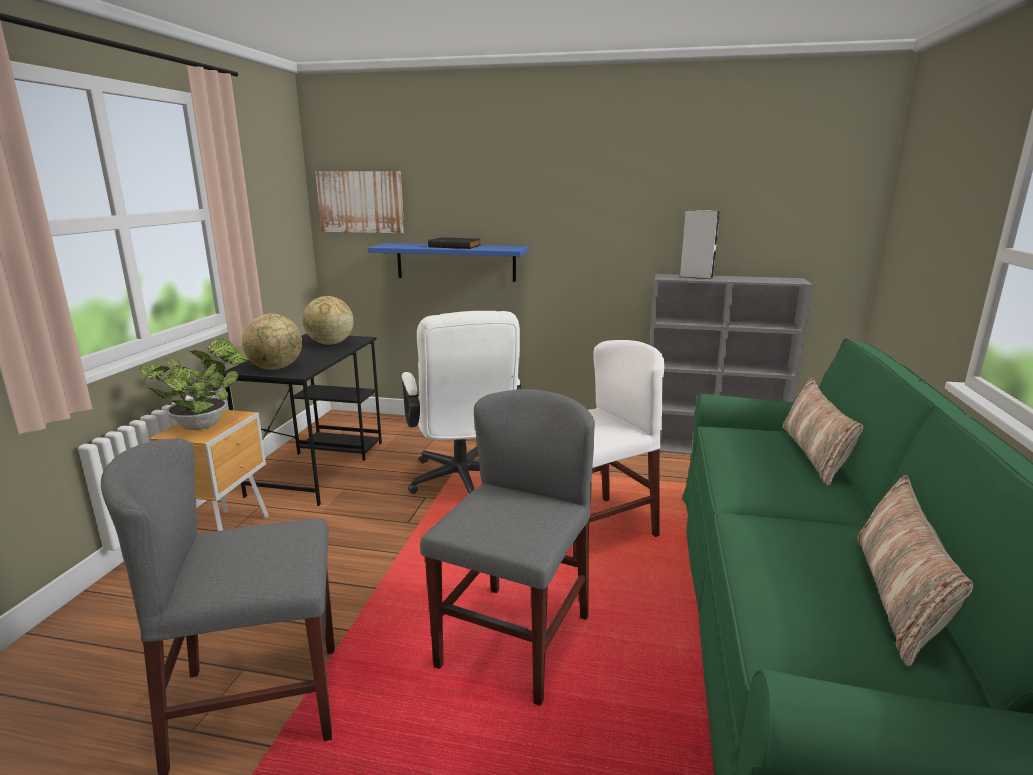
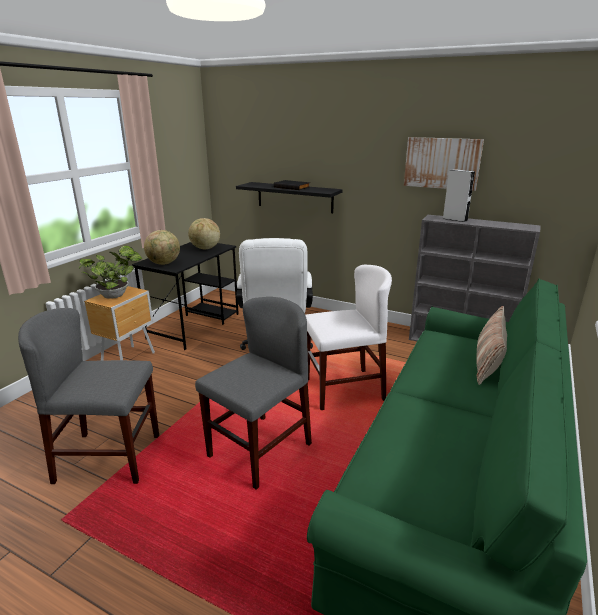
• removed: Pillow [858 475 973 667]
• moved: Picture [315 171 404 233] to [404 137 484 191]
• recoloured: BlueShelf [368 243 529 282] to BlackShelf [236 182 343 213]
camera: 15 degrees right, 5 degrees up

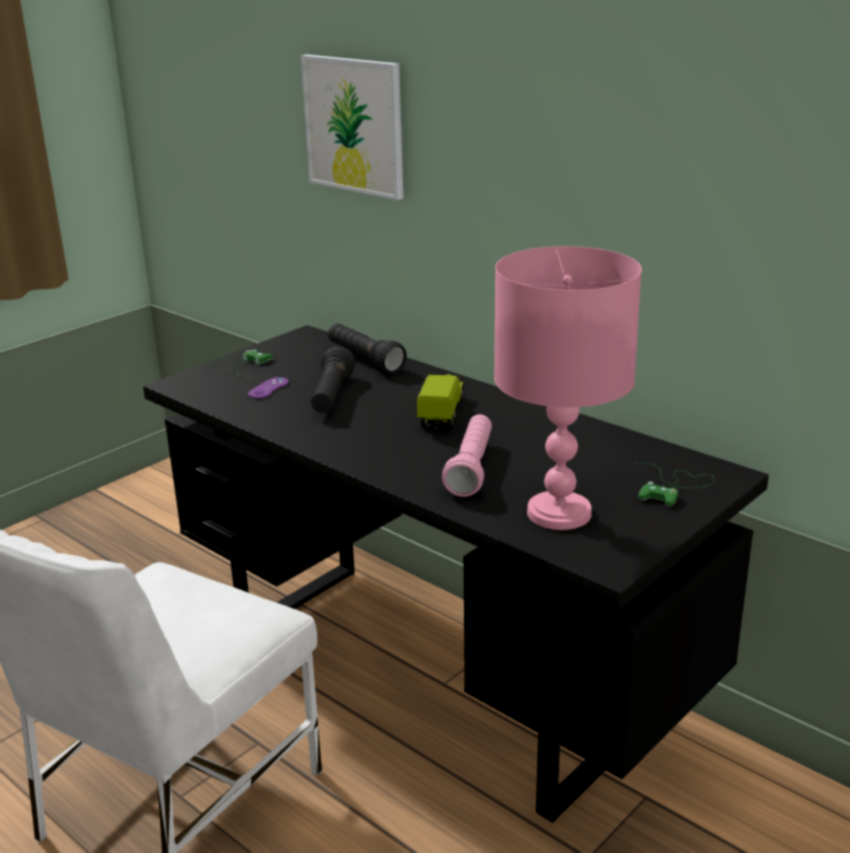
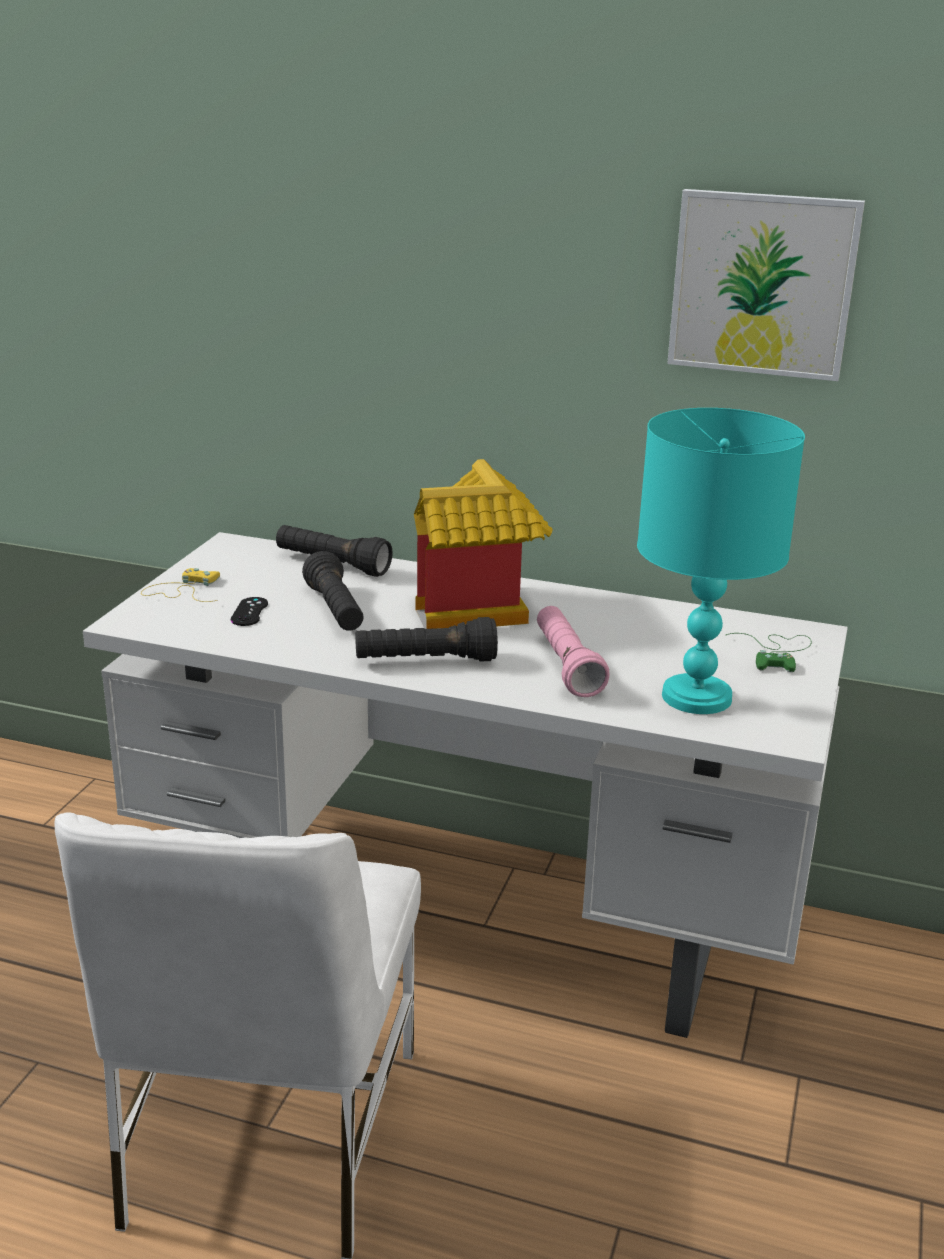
• added: BlackFlashlight [355 617 498 662]
• moved: Picture [301 55 403 200] to [667 189 865 381]
• replaced: ToyTruck [417 374 464 429] to ToyHouse [414 459 552 629]
• recoloured: BlackDesk [143 325 769 823] to WhiteDesk [83 532 848 1038]
• recoloured: GreenGameController [203 350 273 377] to YellowGameController [141 568 220 602]
• recoloured: PurpleGameController [248 377 289 399] to BlackGameController [231 597 268 626]
• recoloured: PinkTableLamp [494 246 642 530] to TurquoiseTableLamp [637 408 805 714]
camera: 25 degrees left, 0 degrees up

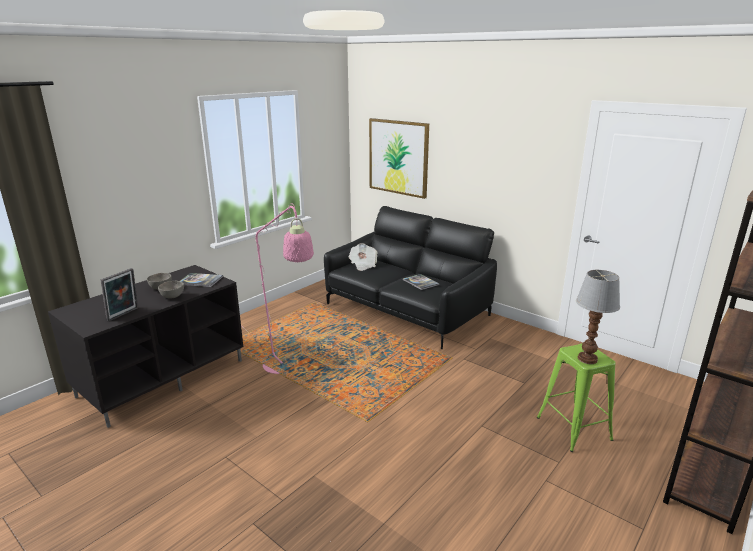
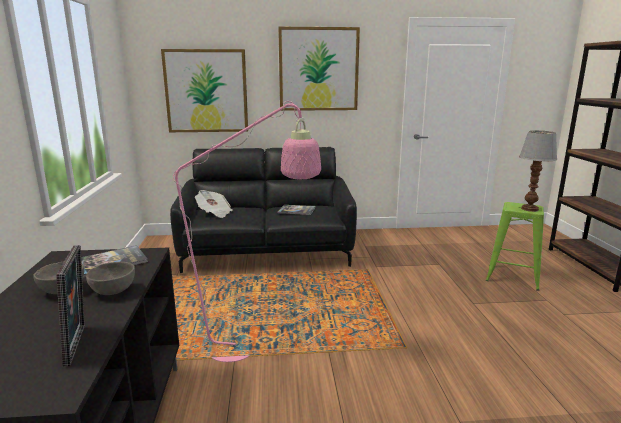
• added: Picture [278 27 360 111]
camera: 45 degrees left, 5 degrees down

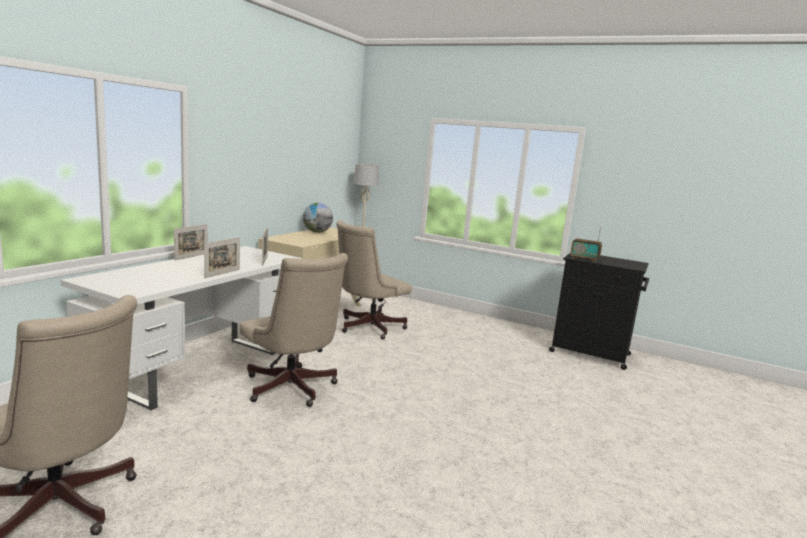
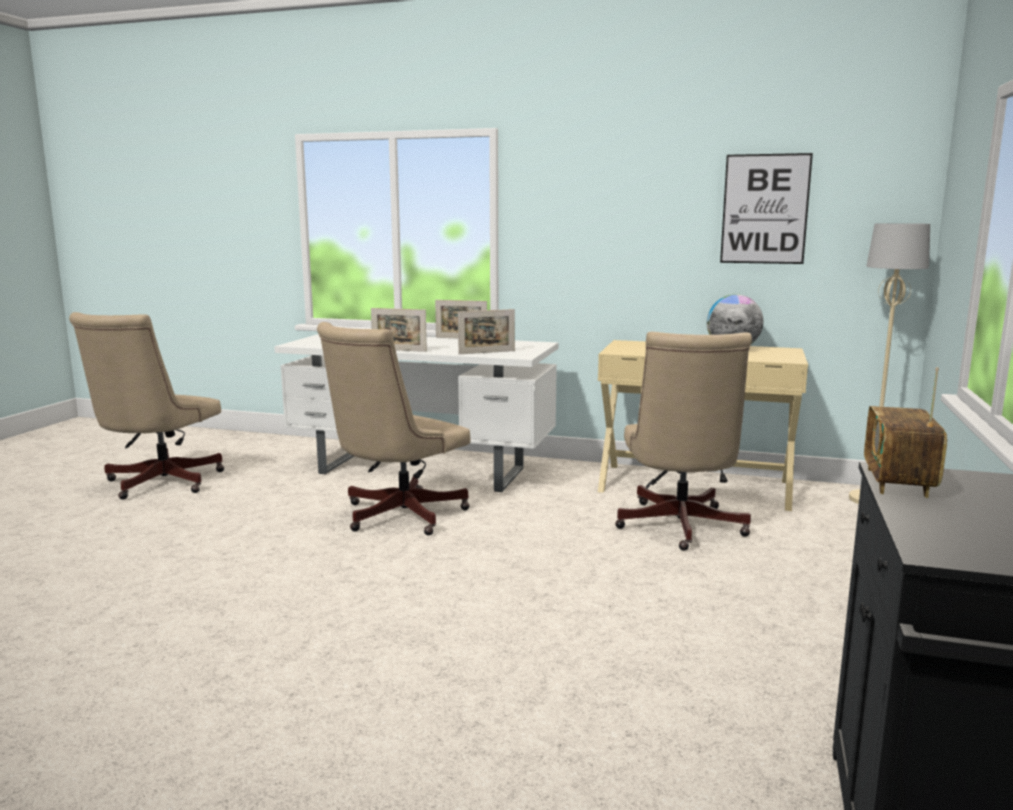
• added: Picture [720 153 813 264]
• turned: BeigeOfficeChair [336 220 412 339] = [615 332 752 551] 120 degrees counterclockwise
camera: 80 degrees right, 0 degrees up

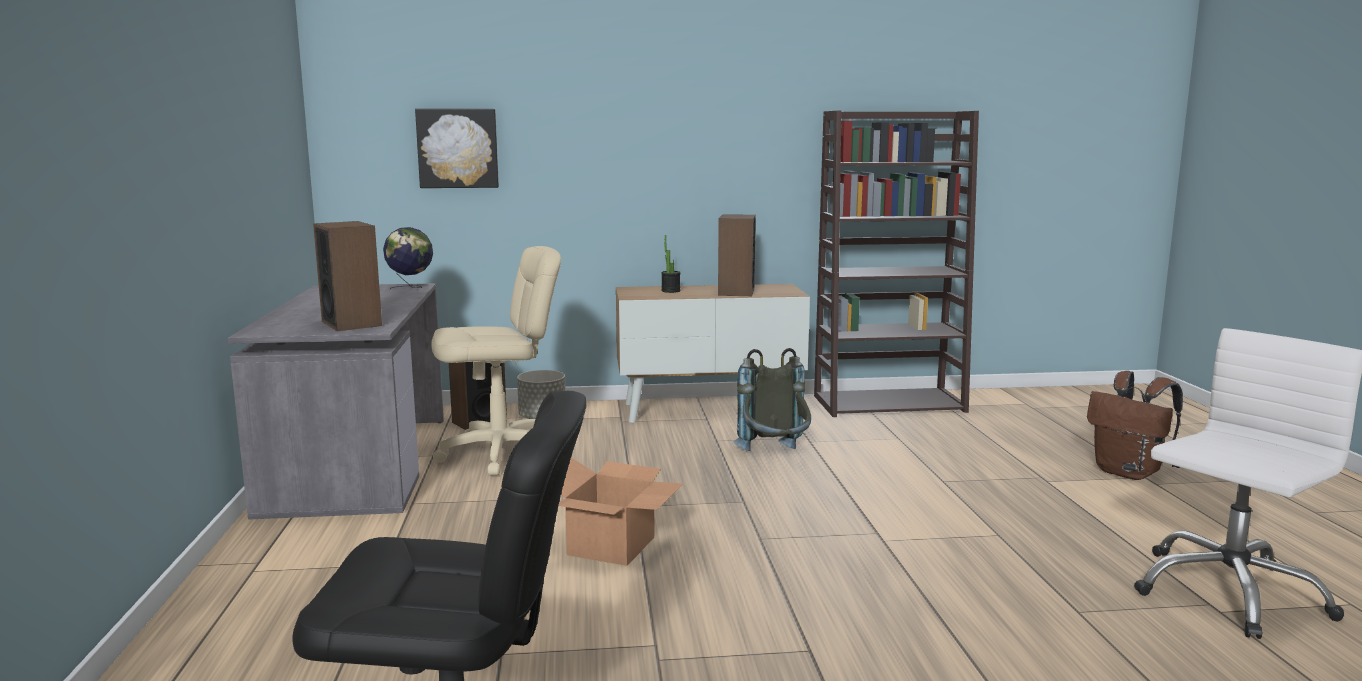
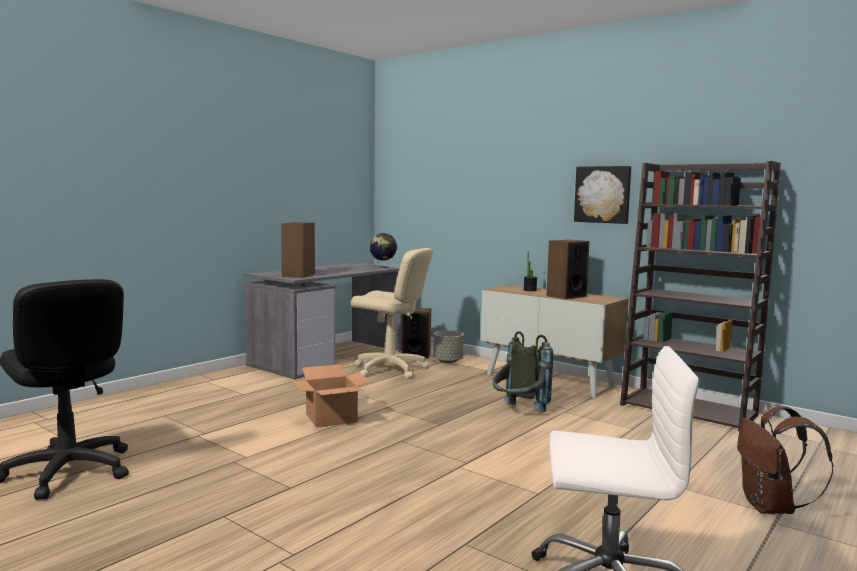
• moved: Picture [415 109 499 188] to [574 166 631 224]
camera: 45 degrees right, 5 degrees down

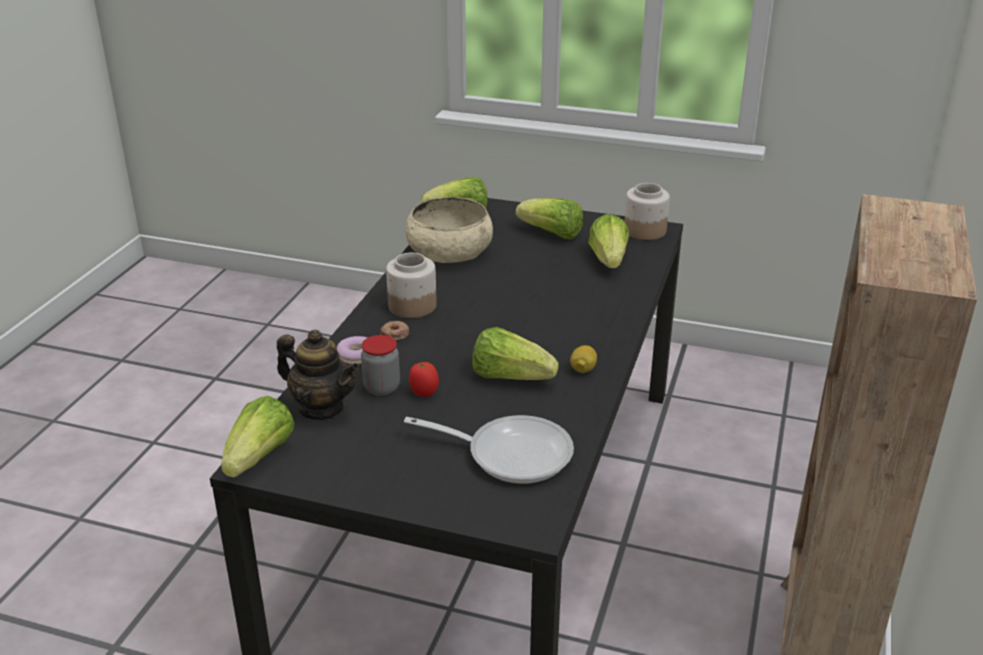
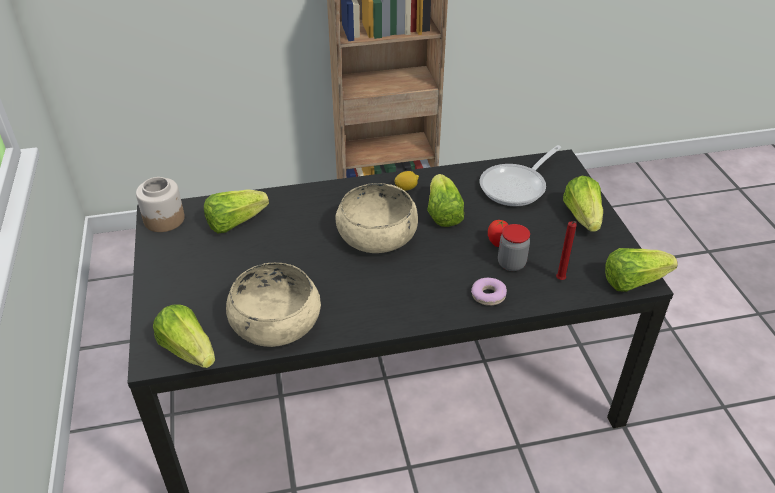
• removed: Donut [380 321 409 340]
• removed: Jar [386 253 437 318]
• added: BeigeBowl [335 183 418 253]
• moved: Lettuce [516 198 583 240] to [563 176 603 232]
• replaced: Teapot [277 330 359 420] to RedCandle [556 221 577 280]
• turned: FryingPan [404 415 574 484] = [480 145 561 206] 120 degrees counterclockwise
camera: 120 degrees left, 10 degrees up

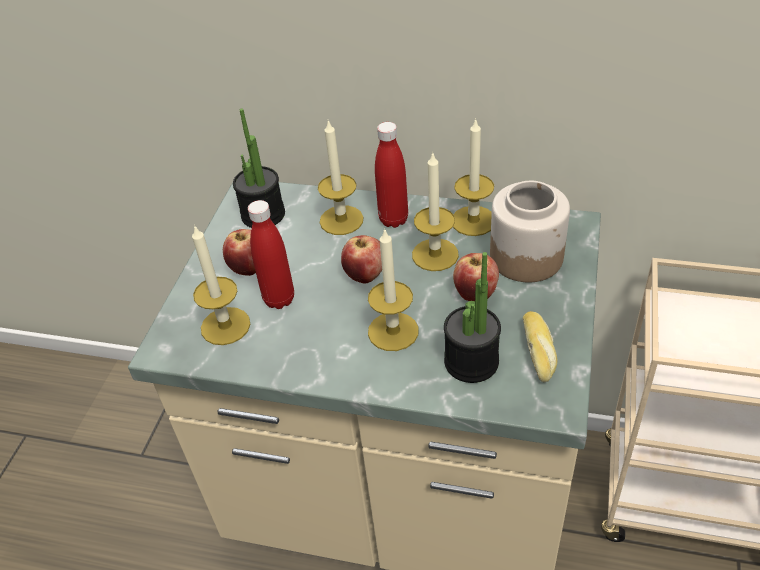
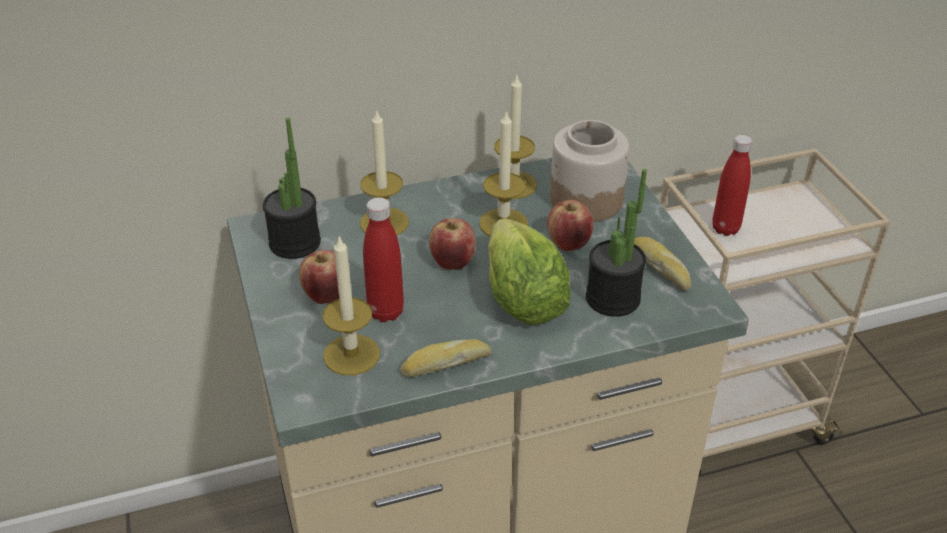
• added: Bread [400 339 492 377]
• moved: RedBottle [375 122 408 228] to [712 135 752 236]
• replaced: Candle [368 228 419 351] to Lettuce [488 218 571 325]
camera: 35 degrees left, 5 degrees down

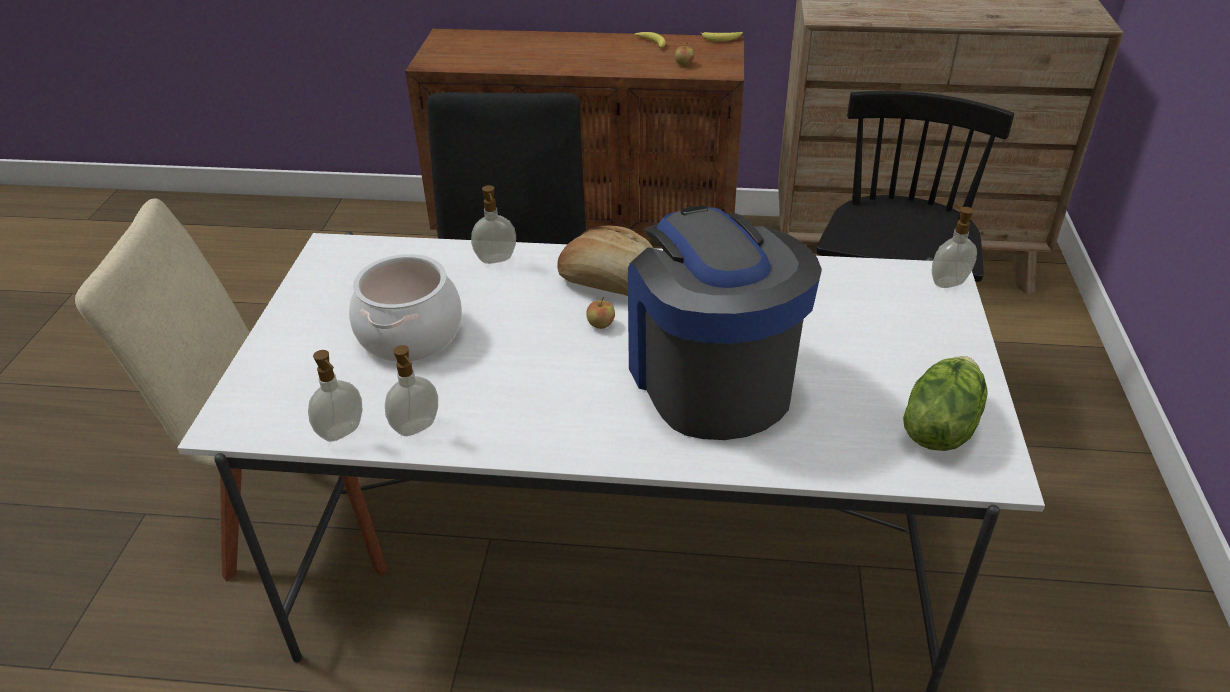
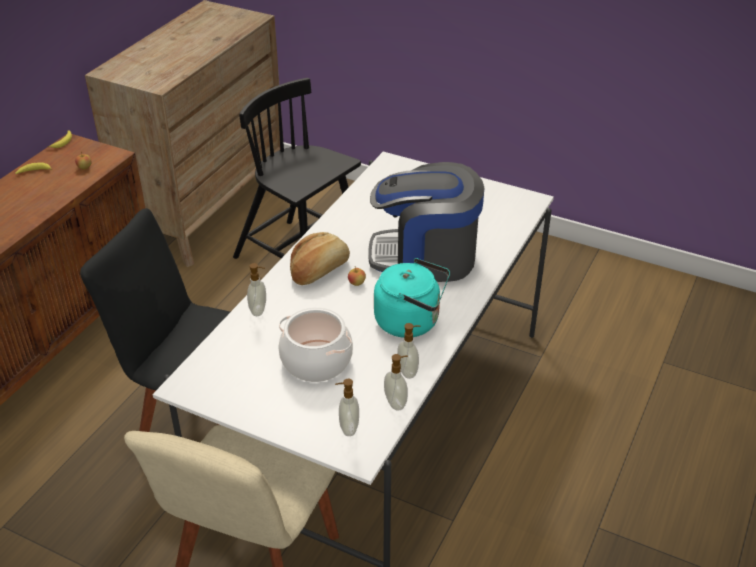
• removed: Lettuce [903 356 988 451]
• added: TurquoiseKettle [374 258 450 338]
• moved: SoapDispenser [932 205 977 288] to [335 379 359 436]
camera: 70 degrees left, 0 degrees up

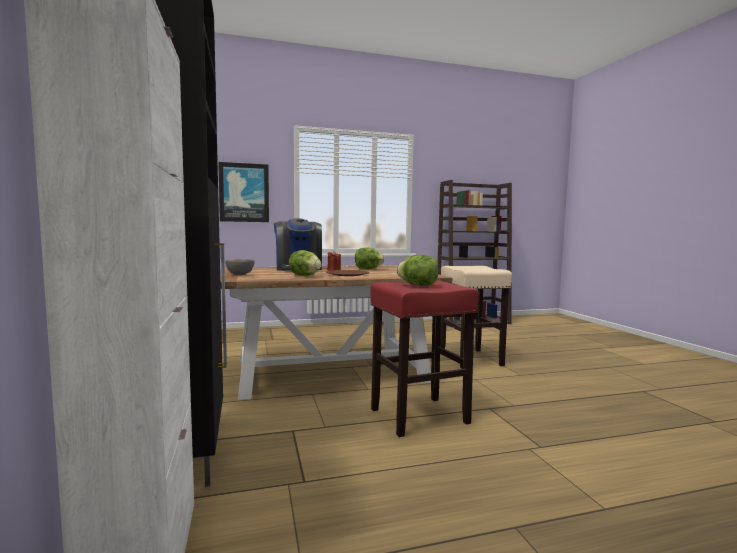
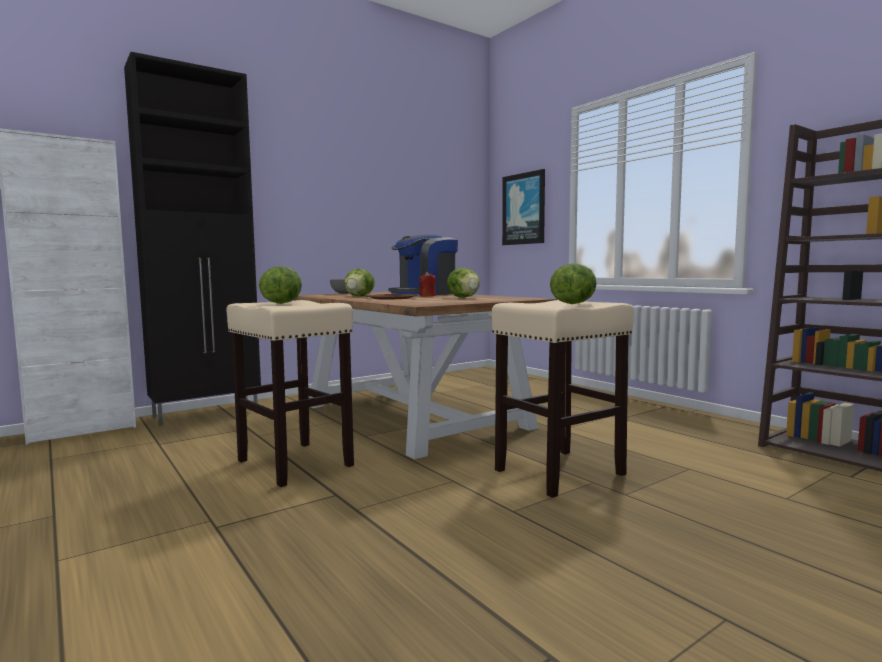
• added: Lettuce [550 263 597 304]
• recoloured: RedStool [370 280 479 437] to BeigeStool [226 300 354 487]
camera: 70 degrees right, 0 degrees up

